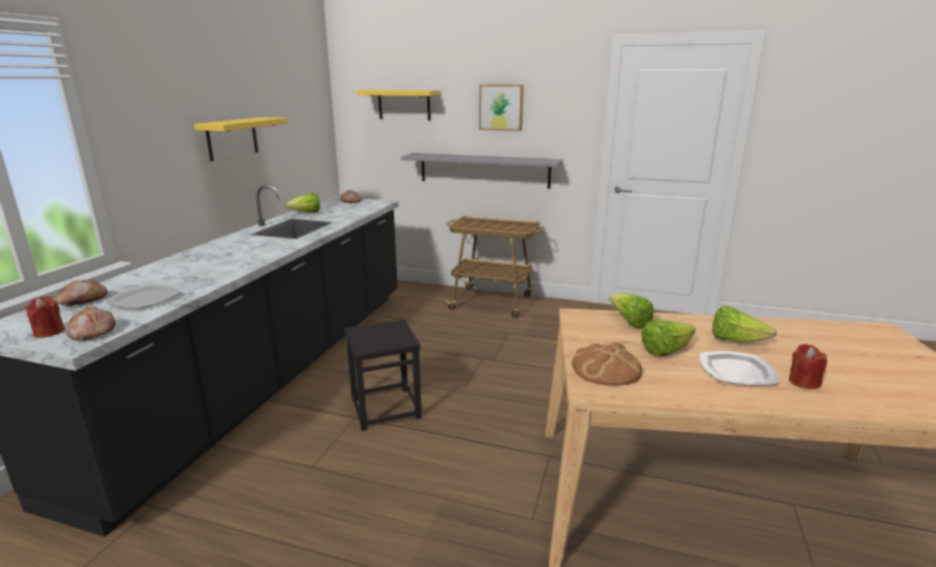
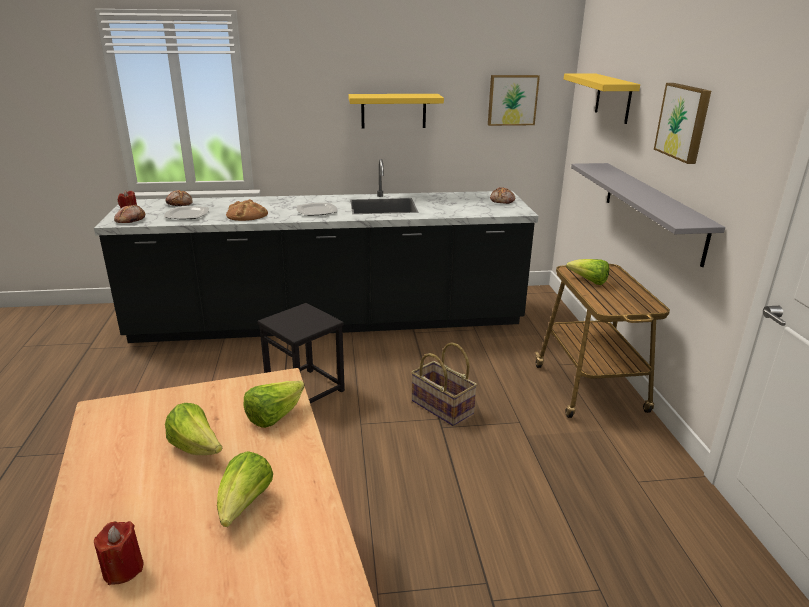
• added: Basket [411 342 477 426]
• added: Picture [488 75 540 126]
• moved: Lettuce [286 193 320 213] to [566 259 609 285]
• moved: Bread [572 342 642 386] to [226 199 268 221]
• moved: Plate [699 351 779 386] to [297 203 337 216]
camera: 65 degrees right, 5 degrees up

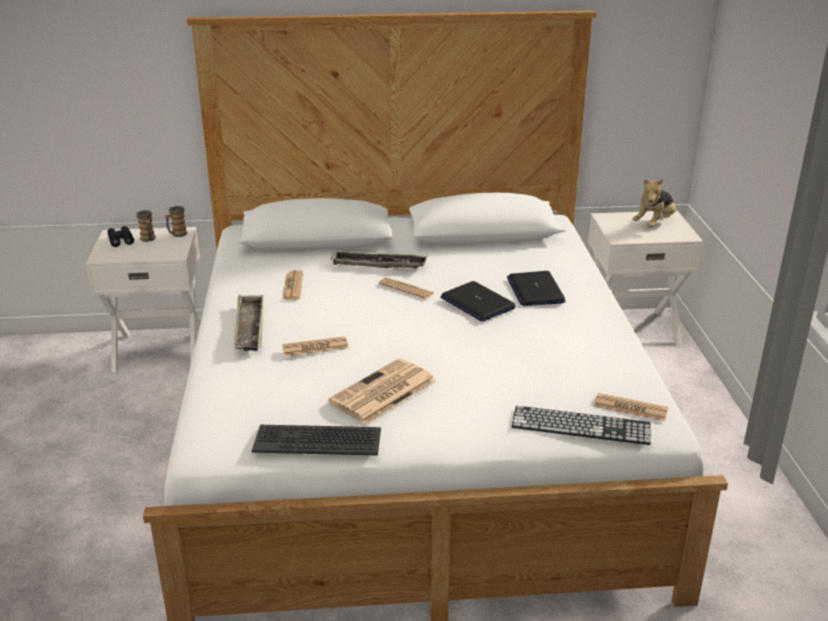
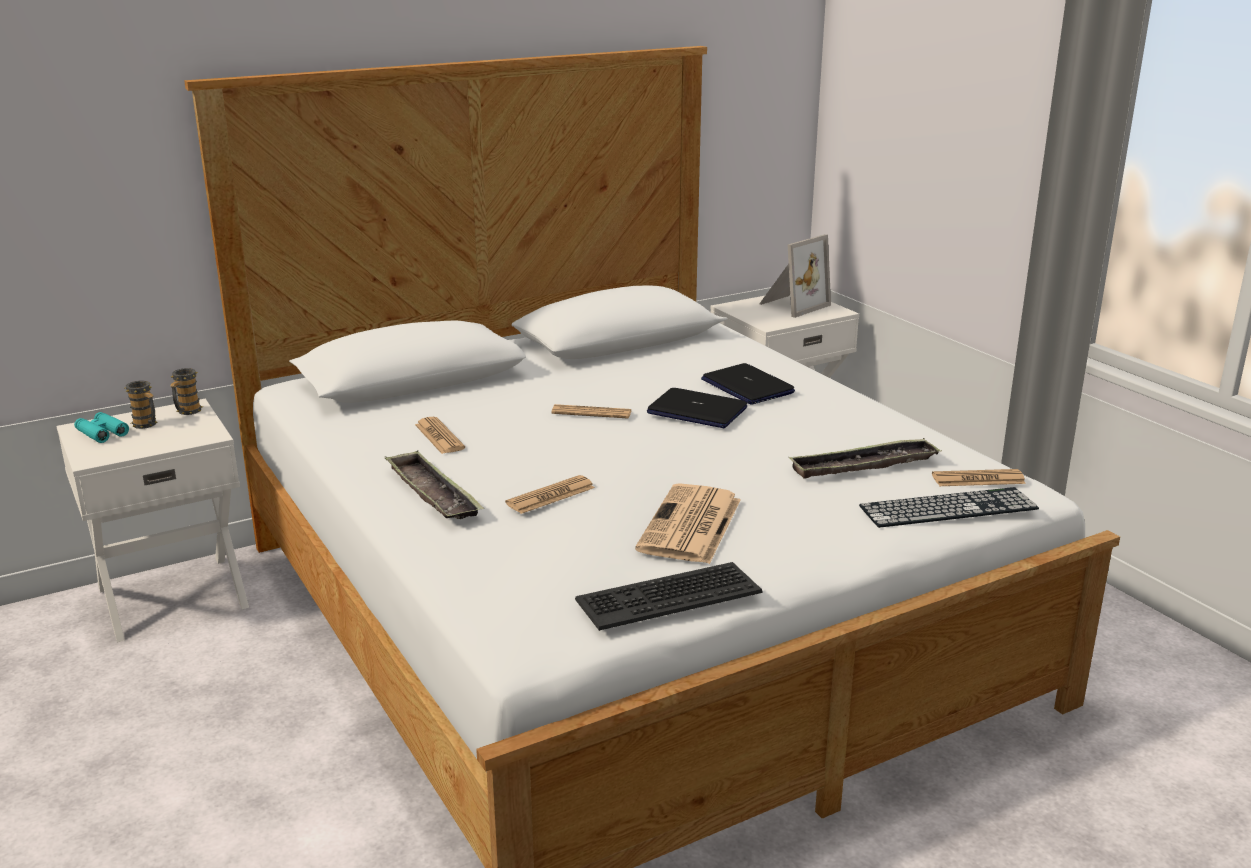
• moved: Tray [330 251 428 268] to [788 438 942 479]
• replaced: PlushToy [632 179 676 227] to PictureFrame [759 234 831 318]
• recoloured: BlackBinoculars [107 226 134 247] to TurquoiseBinoculars [74 412 129 443]
camera: 25 degrees left, 5 degrees down

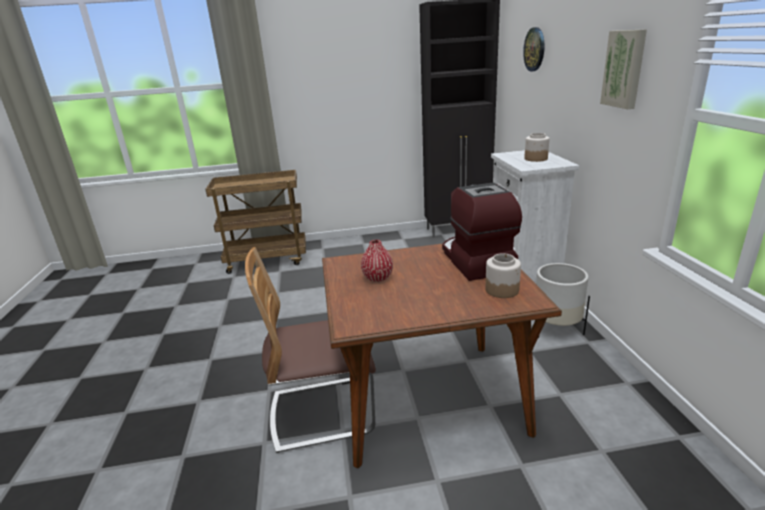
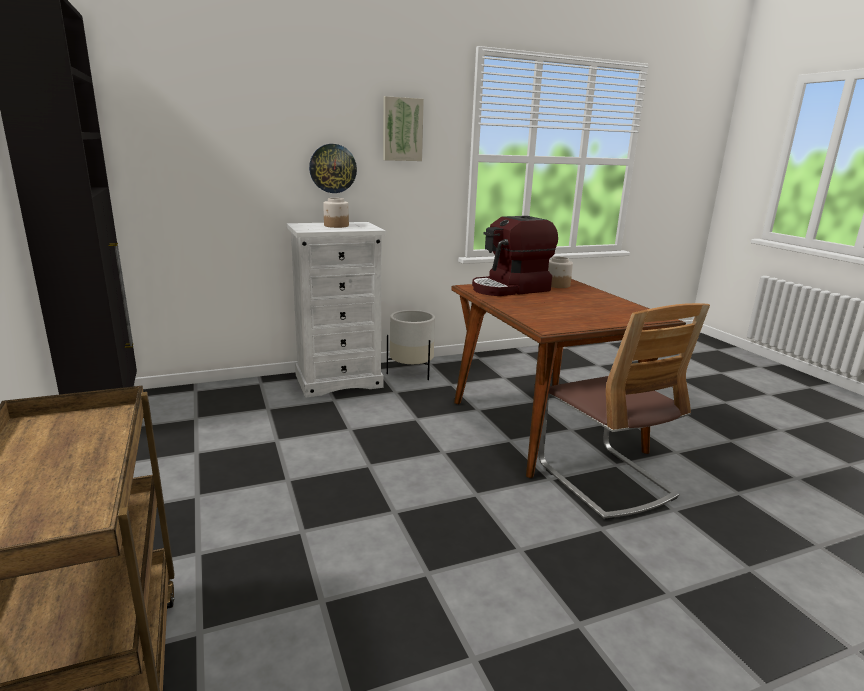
• removed: RedVase [361 240 393 282]
• moved: WallClock [523 27 545 71] to [309 144 357 193]
camera: 105 degrees left, 5 degrees down

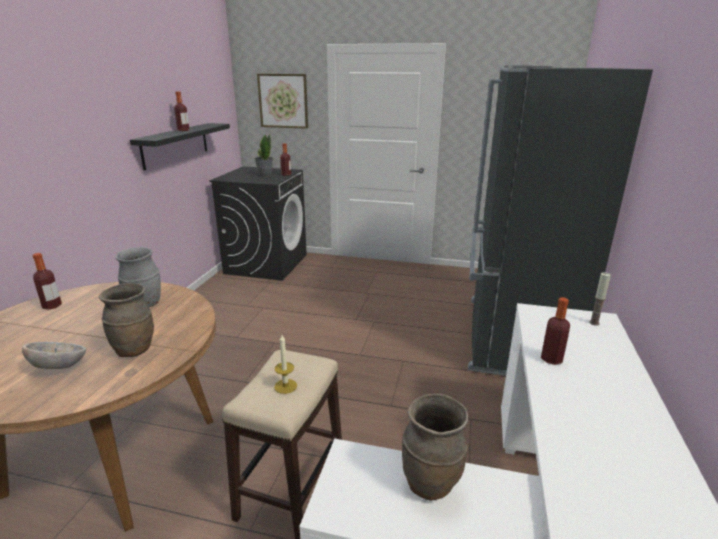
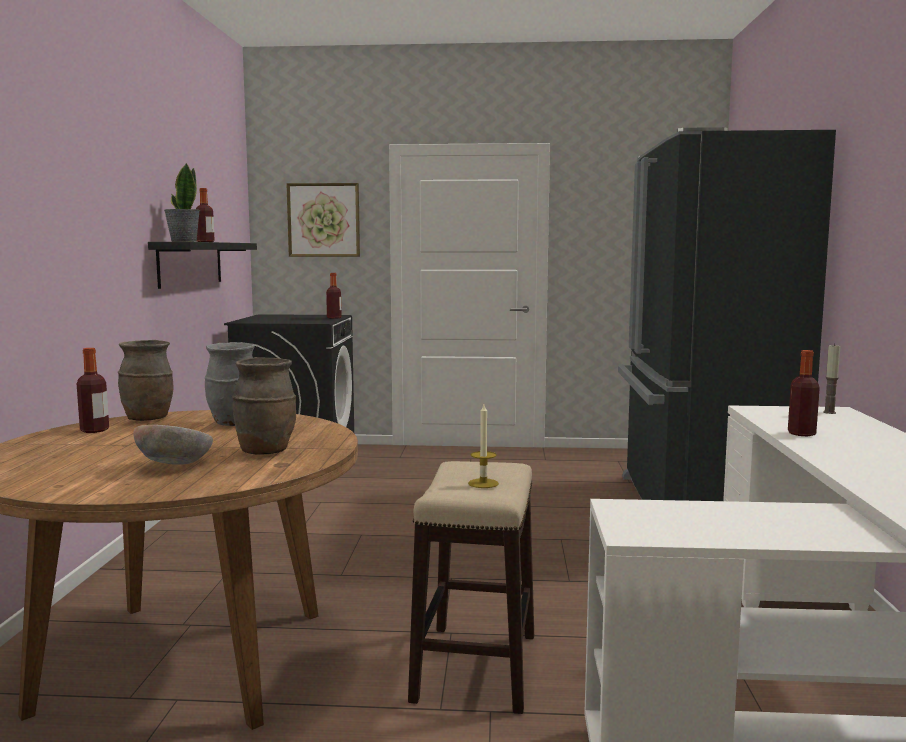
• moved: PottedPlant [254 134 273 177] to [164 163 200 242]
• moved: BrownVase [402 394 468 501] to [118 340 173 421]
camera: 10 degrees left, 15 degrees down

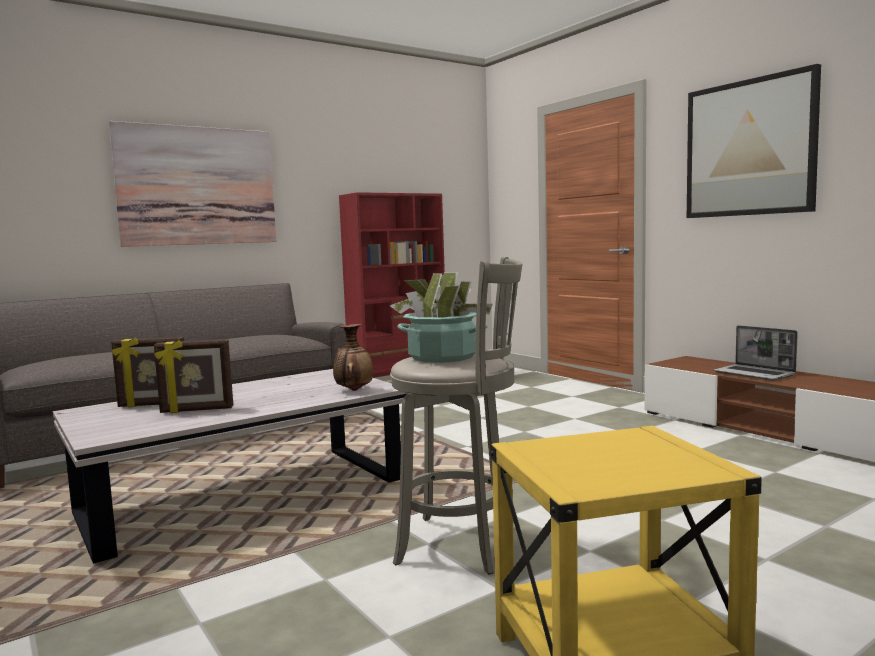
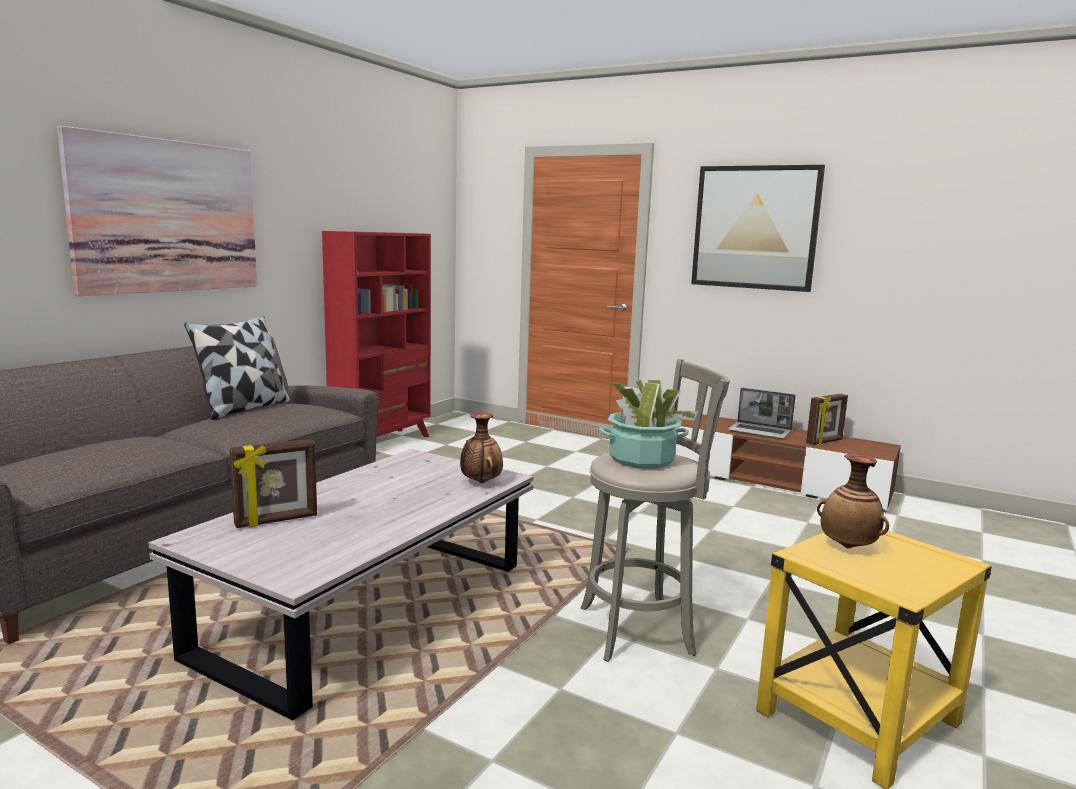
• added: Pillow [184 316 290 420]
• added: Vase [817 454 889 548]
• moved: PictureFrame [154 339 233 413] to [806 394 848 445]
camera: 25 degrees left, 5 degrees up

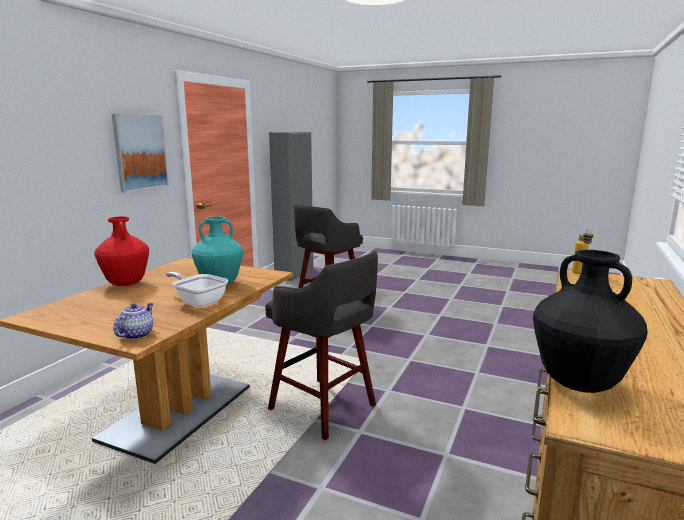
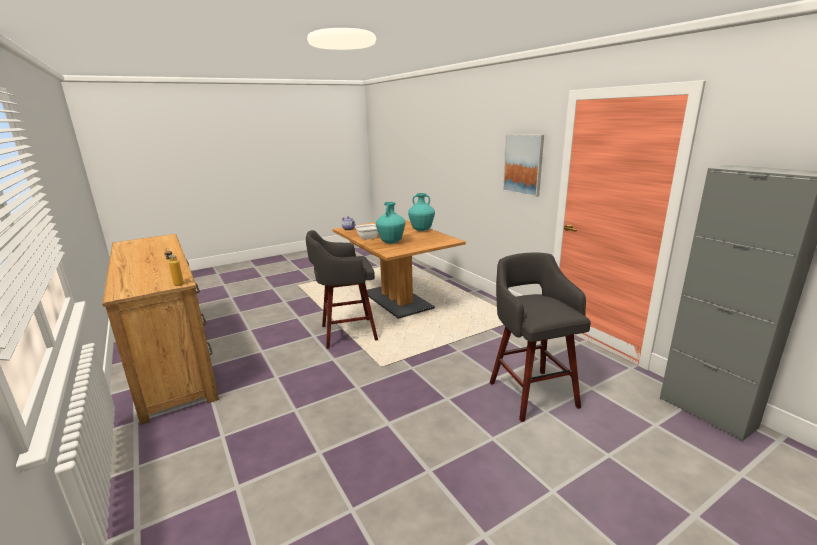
• removed: BlackVase [533 250 648 393]
• recoloured: RedVase [94 216 149 286] to TurquoiseVase [408 193 435 231]
camera: 125 degrees right, 5 degrees up

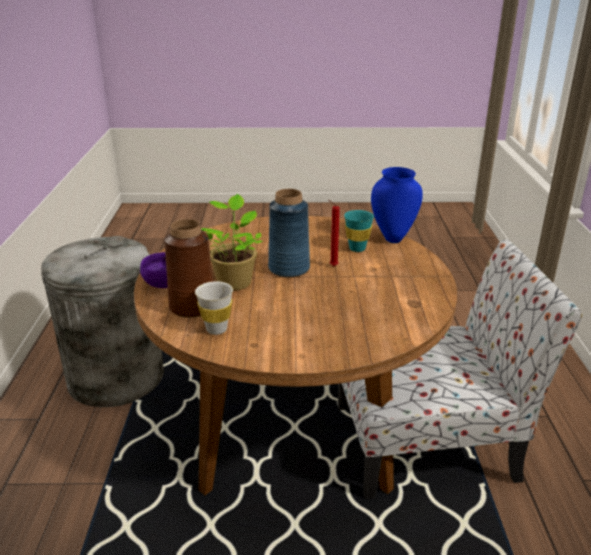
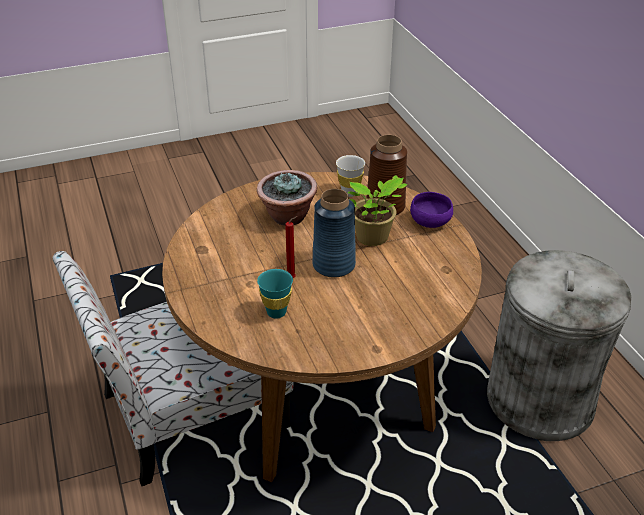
• removed: BlueVase [371 167 423 243]
• added: PottedPlant [257 170 317 226]
camera: 160 degrees right, 10 degrees up

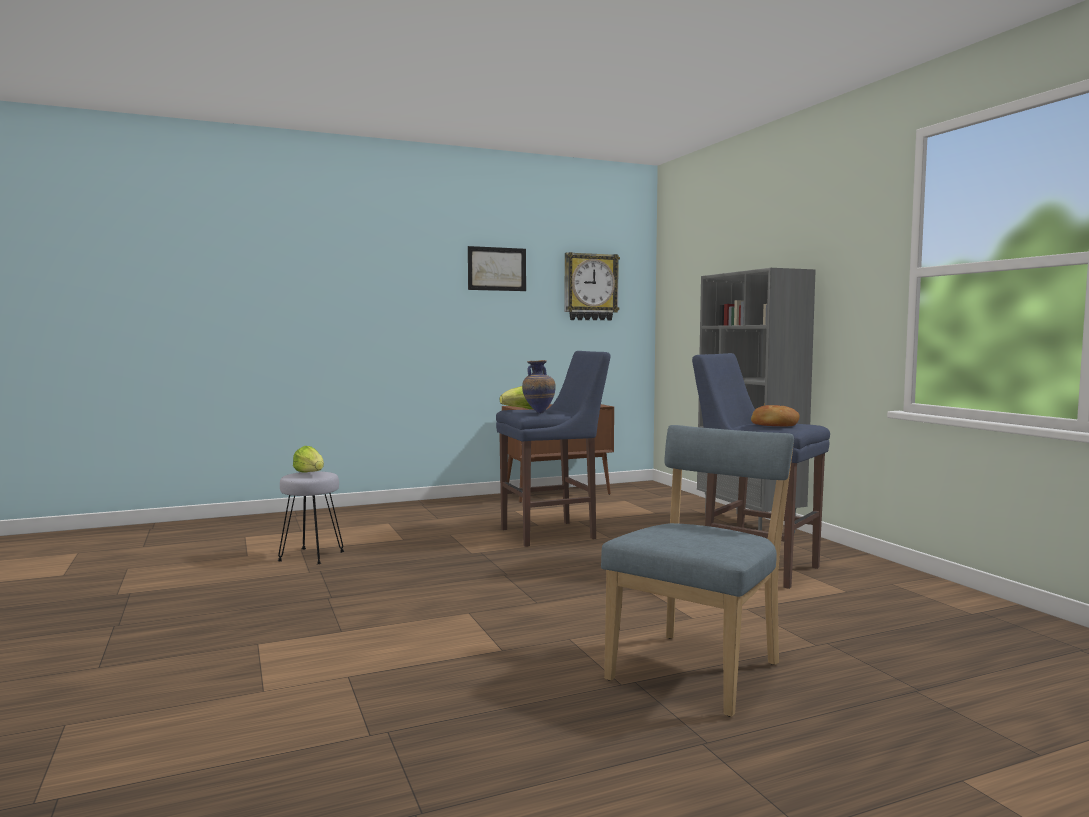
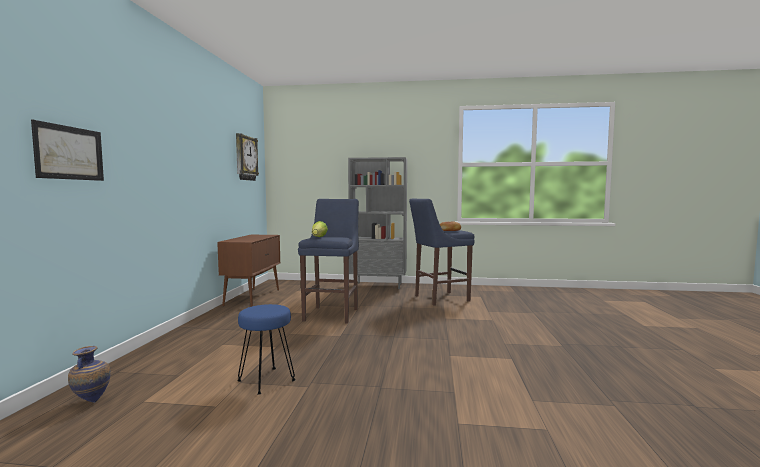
• removed: Lettuce [293 446 324 473]
• removed: BlueChair [601 425 794 717]
• moved: Picture [468 246 526 291] to [31 120 104 181]
• moved: Vase [522 360 556 414] to [68 346 111 403]
• recoloured: GreyStool [277 471 344 564] to BlueStool [237 304 296 394]
camera: 60 degrees left, 0 degrees up

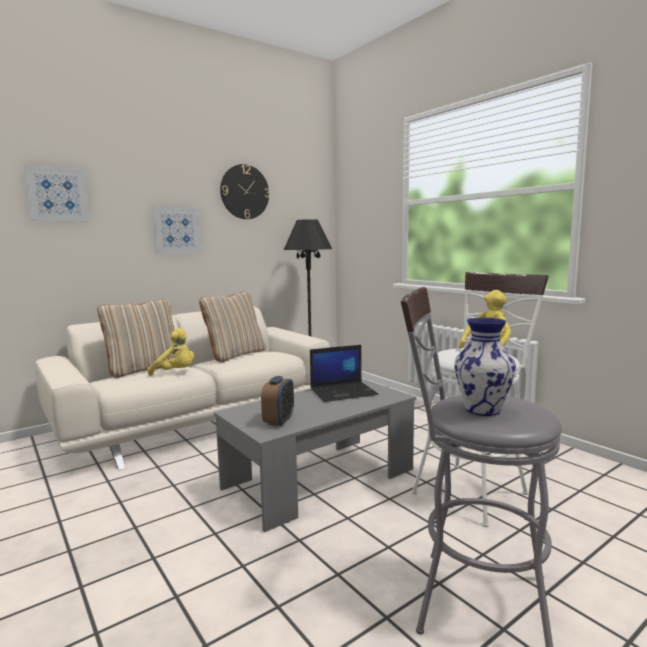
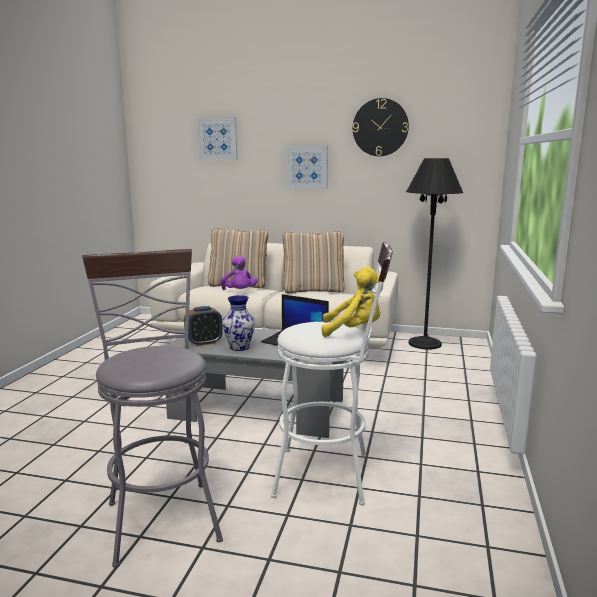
• moved: Vase [454 318 516 416] to [222 295 255 351]
• recoloured: YellowPlushToy [147 328 194 376] to PurplePlushToy [221 256 258 290]
camera: 50 degrees right, 5 degrees up

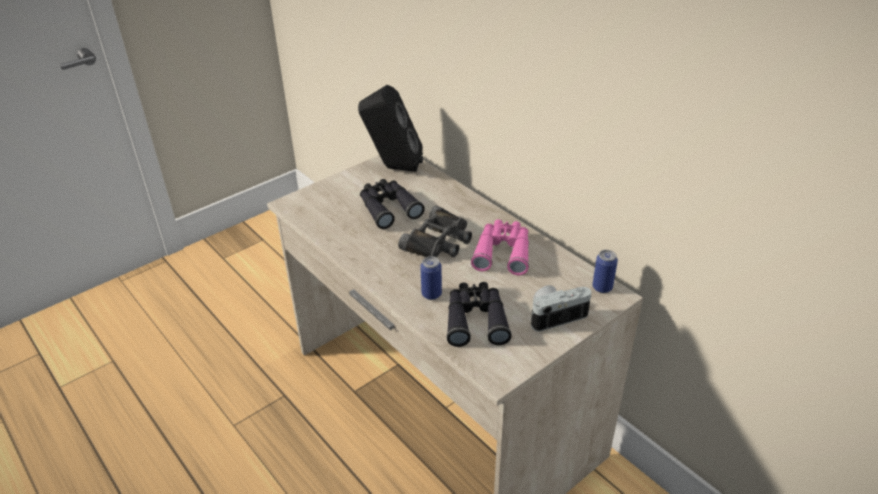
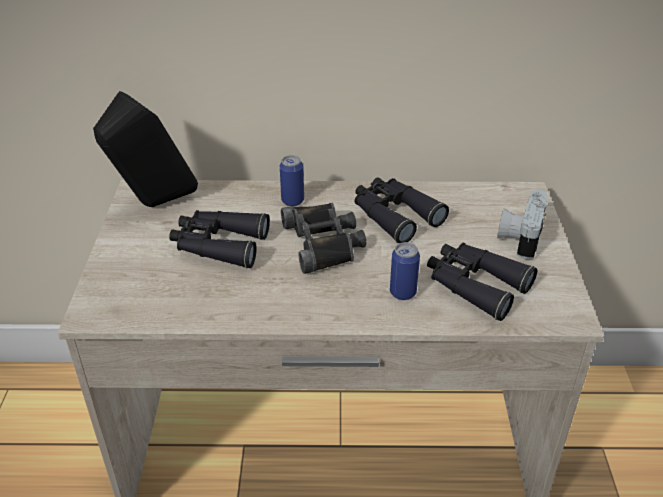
• moved: Can [593 250 618 293] to [280 155 304 206]
• recoloured: PinkBinoculars [471 219 529 275] to BlackBinoculars [355 177 449 243]
camera: 50 degrees left, 0 degrees up

